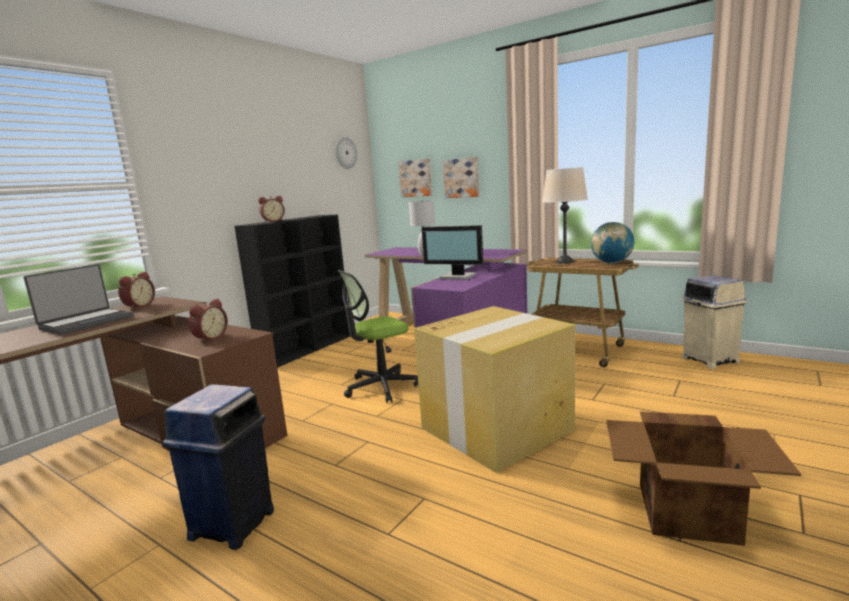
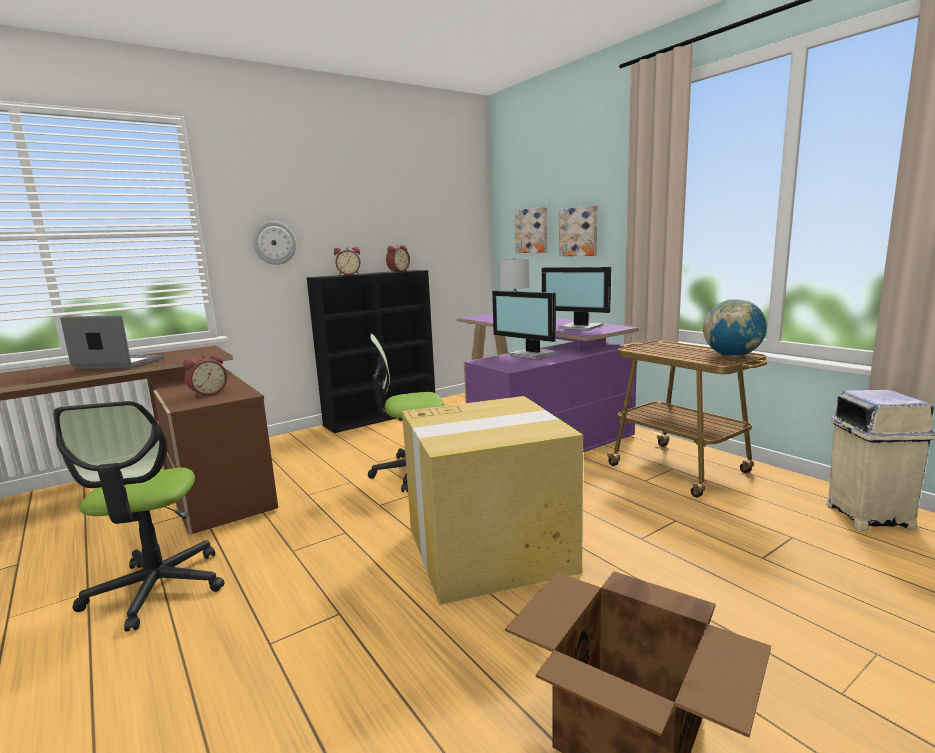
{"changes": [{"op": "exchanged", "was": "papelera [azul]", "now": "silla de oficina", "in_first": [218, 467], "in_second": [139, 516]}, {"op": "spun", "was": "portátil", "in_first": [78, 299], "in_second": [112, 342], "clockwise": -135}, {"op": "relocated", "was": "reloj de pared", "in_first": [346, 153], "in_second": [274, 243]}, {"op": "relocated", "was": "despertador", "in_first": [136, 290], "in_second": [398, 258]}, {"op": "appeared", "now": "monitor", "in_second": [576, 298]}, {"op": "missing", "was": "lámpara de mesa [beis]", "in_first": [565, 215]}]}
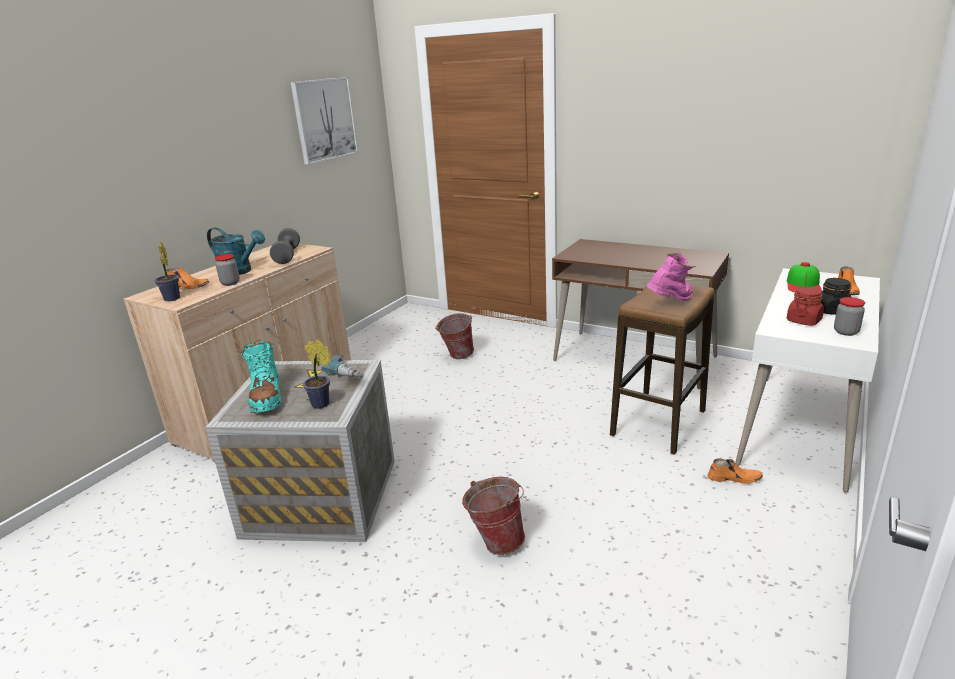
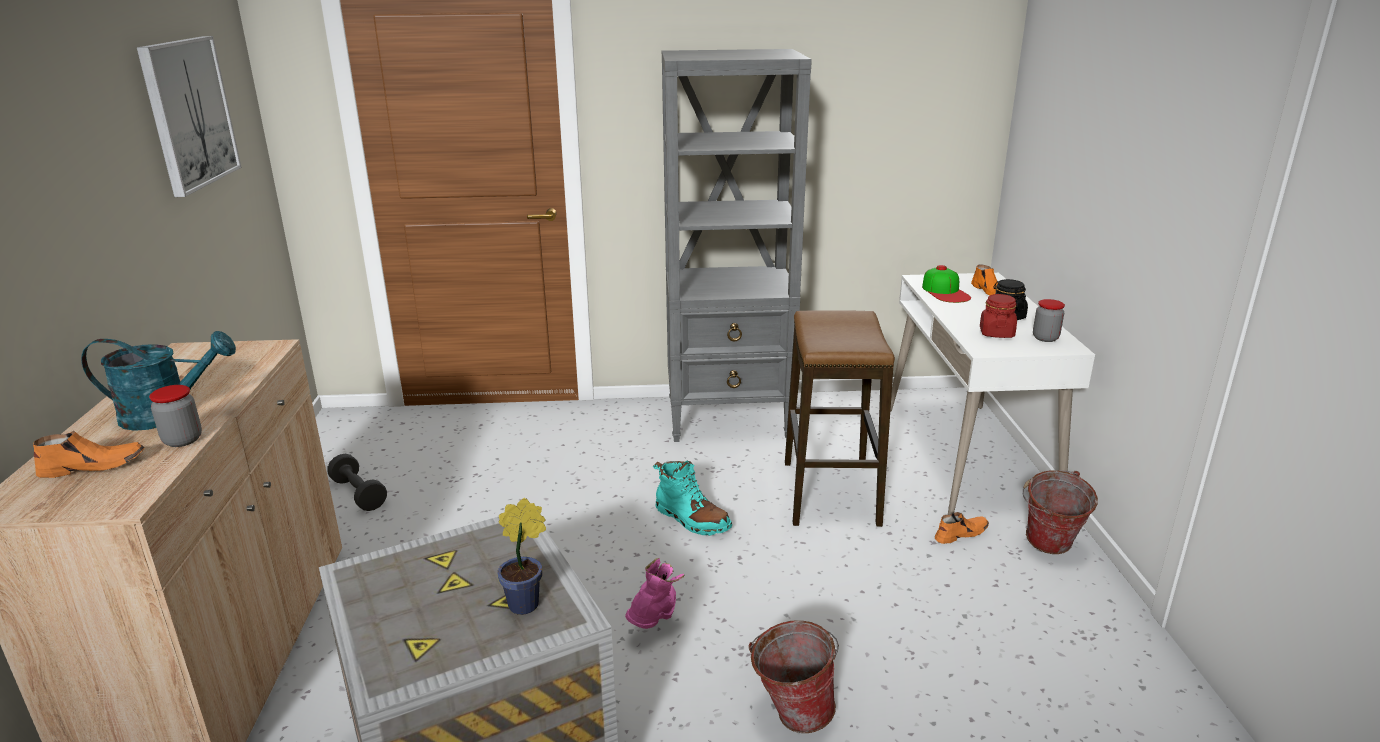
{"changes": [{"op": "relocated", "was": "mancuerna [gris]", "in_first": [285, 246], "in_second": [357, 482]}, {"op": "relocated", "was": "bota [rosa]", "in_first": [671, 277], "in_second": [654, 593]}, {"op": "relocated", "was": "bota [turquesa]", "in_first": [261, 376], "in_second": [692, 498]}, {"op": "exchanged", "was": "escritorio [marrón]", "now": "estantería [gris]", "in_first": [640, 314], "in_second": [737, 245]}, {"op": "relocated", "was": "cubo", "in_first": [454, 336], "in_second": [1060, 512]}, {"op": "missing", "was": "planta en maceta", "in_first": [167, 271]}, {"op": "missing", "was": "taladro", "in_first": [342, 366]}]}
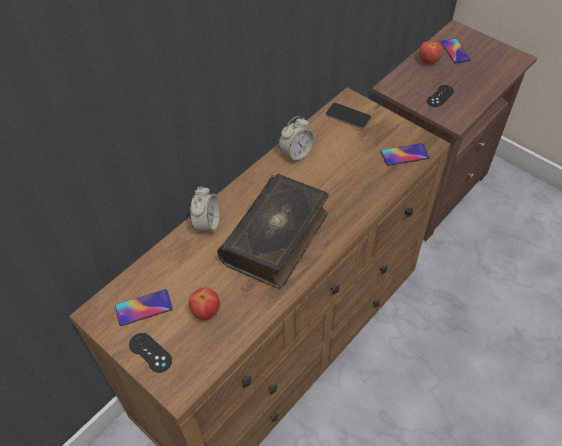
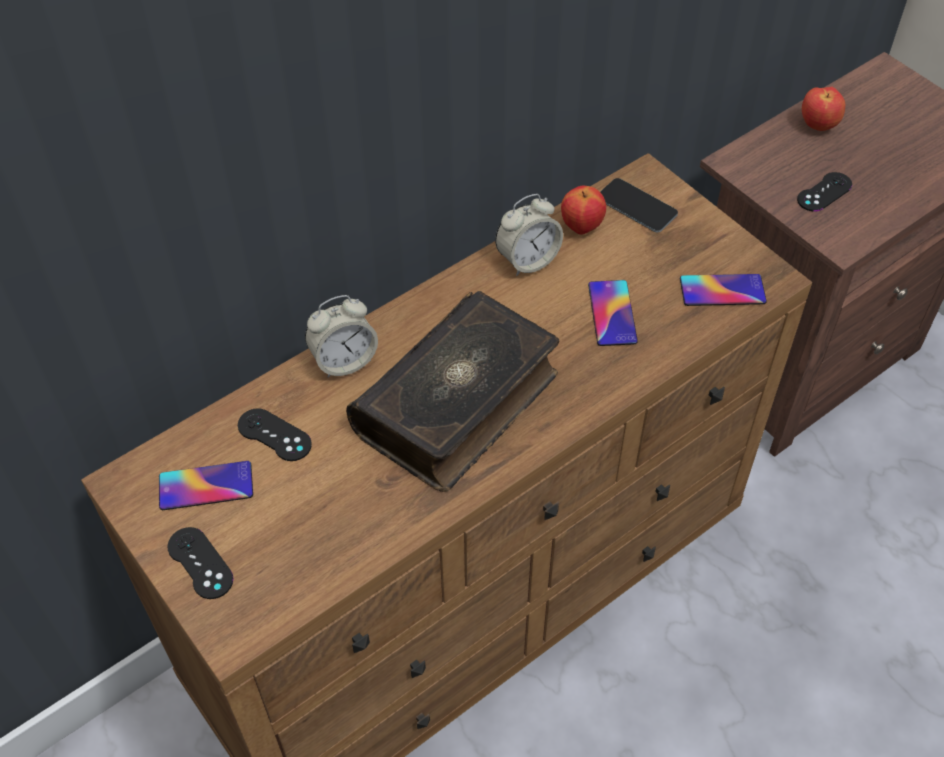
{"changes": [{"op": "appeared", "now": "mando de consola [negro]", "in_second": [275, 434]}, {"op": "spun", "was": "despertador", "in_first": [205, 210], "in_second": [341, 336], "clockwise": 45}, {"op": "relocated", "was": "manzana", "in_first": [204, 304], "in_second": [583, 210]}, {"op": "relocated", "was": "móvil", "in_first": [455, 51], "in_second": [613, 313]}]}
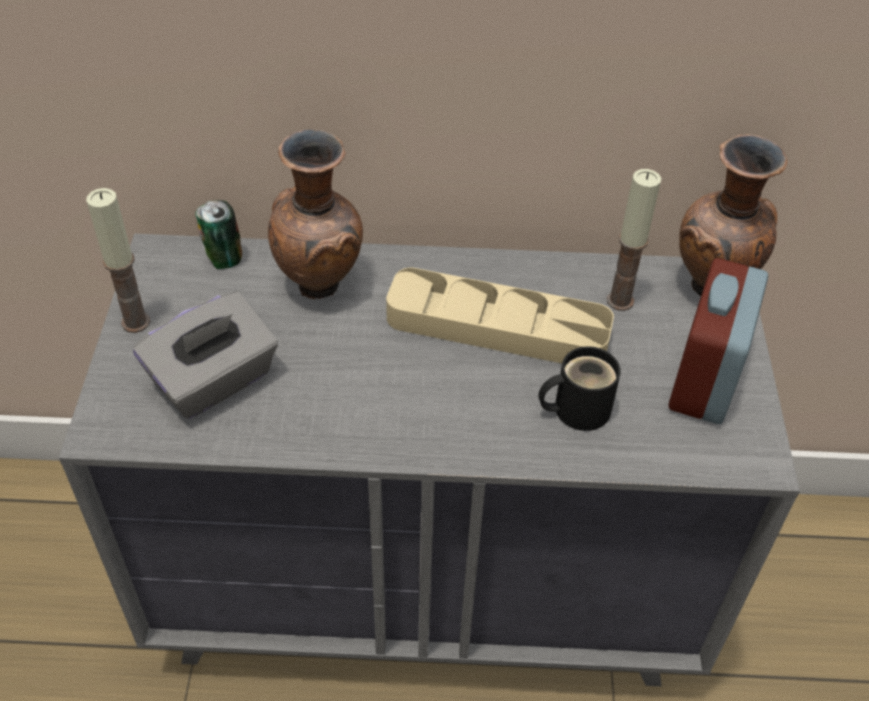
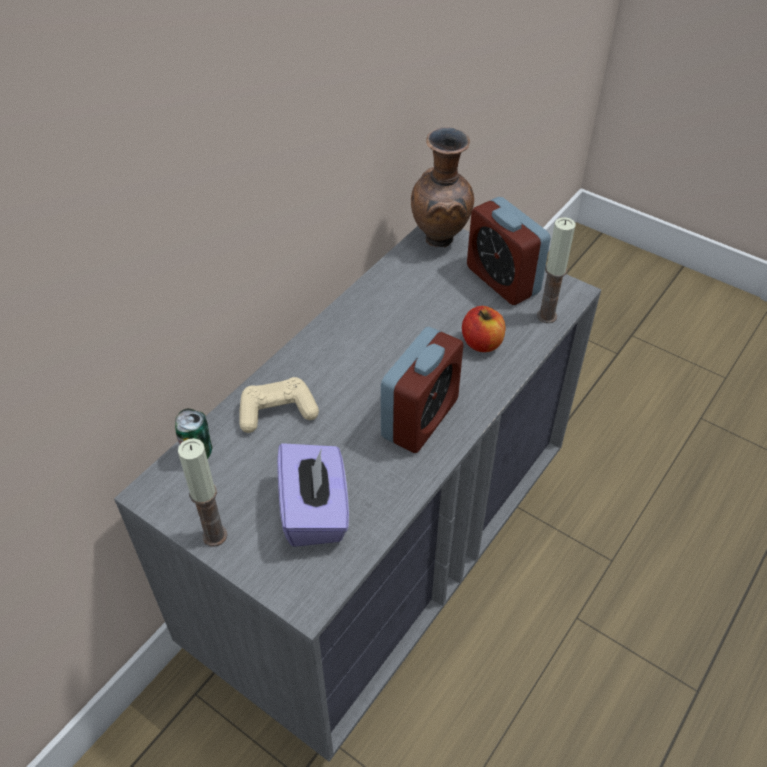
{"changes": [{"op": "exchanged", "was": "florero [marrón]", "now": "mando de consola [beis]", "in_first": [315, 214], "in_second": [279, 405]}, {"op": "colour", "was": "caja de pañuelos [gris]", "now": "caja de pañuelos [morado]", "in_first": [205, 355], "in_second": [313, 495]}, {"op": "appeared", "now": "despertador", "in_second": [422, 390]}, {"op": "exchanged", "was": "taza grande [negro]", "now": "manzana", "in_first": [579, 388], "in_second": [484, 329]}, {"op": "relocated", "was": "vela", "in_first": [634, 240], "in_second": [556, 270]}, {"op": "missing", "was": "bandeja [beis]", "in_first": [500, 315]}]}
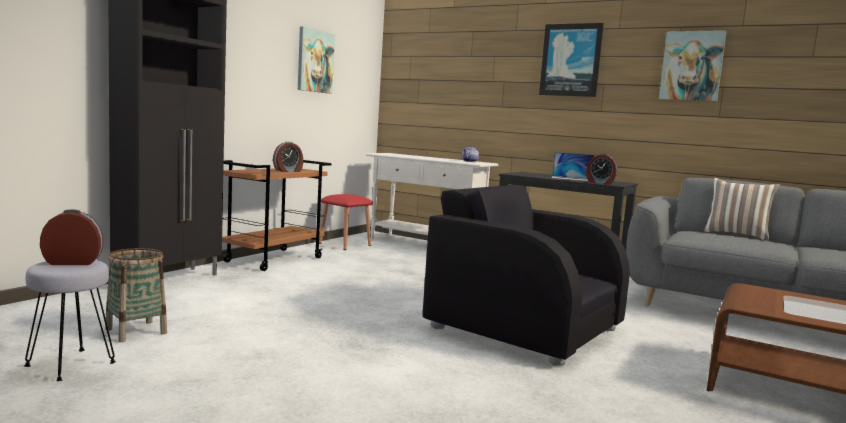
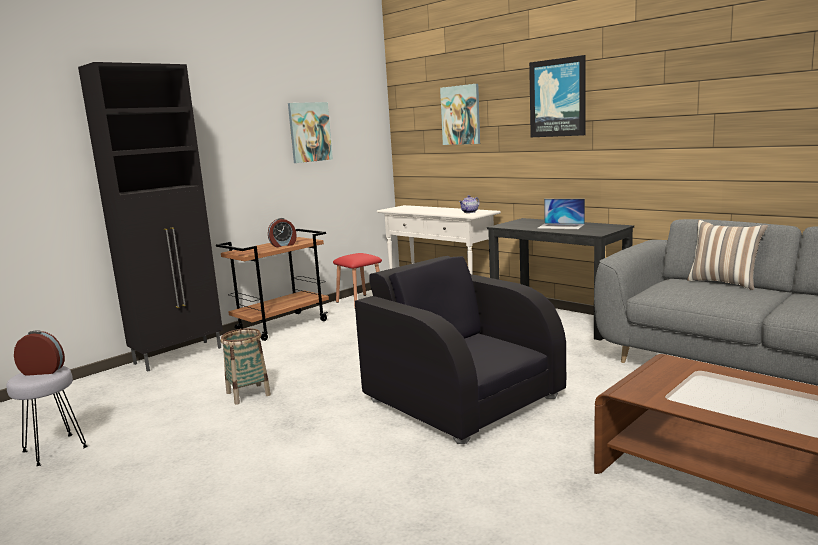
{"changes": [{"op": "relocated", "was": "cesta", "in_first": [136, 295], "in_second": [246, 366]}, {"op": "relocated", "was": "cuadro", "in_first": [693, 65], "in_second": [460, 114]}, {"op": "missing", "was": "despertador", "in_first": [602, 169]}]}
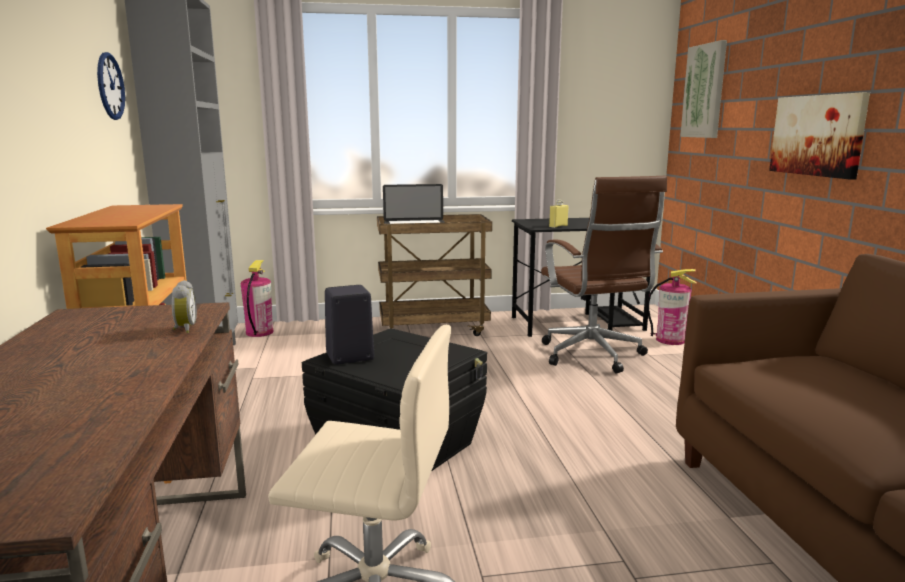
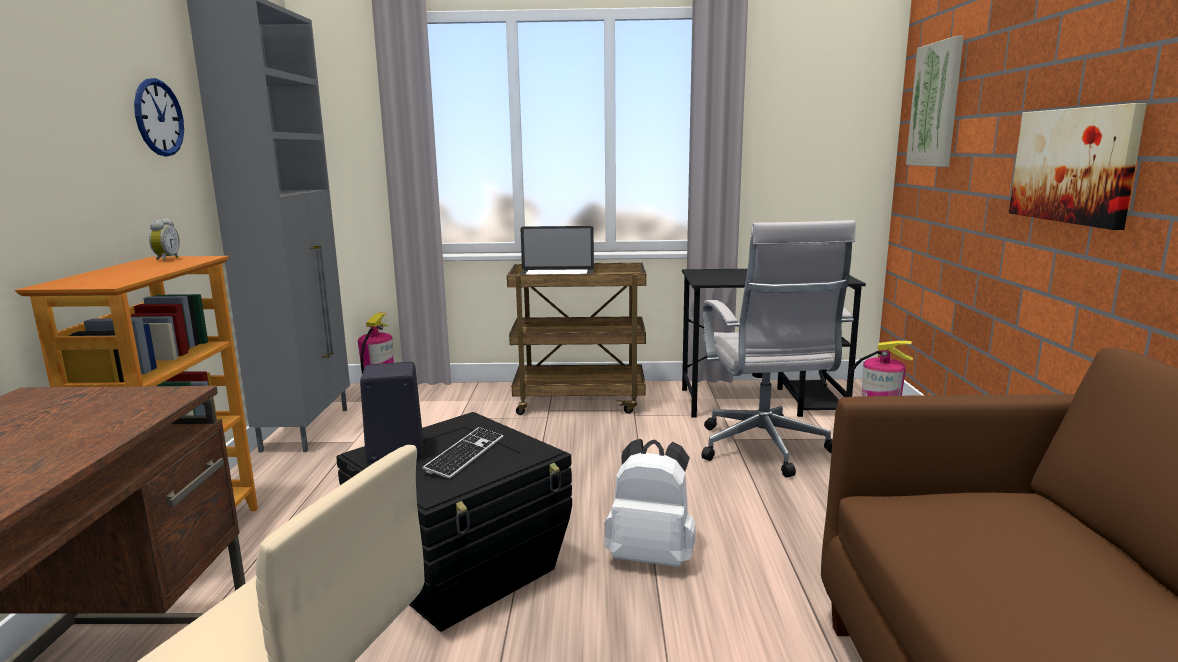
{"changes": [{"op": "relocated", "was": "despertador", "in_first": [184, 306], "in_second": [164, 240]}, {"op": "appeared", "now": "teclado", "in_second": [462, 453]}, {"op": "appeared", "now": "mochila [blanco]", "in_second": [649, 503]}, {"op": "colour", "was": "silla de oficina [marrón]", "now": "silla de oficina [blanco]", "in_first": [604, 275], "in_second": [778, 349]}, {"op": "missing", "was": "botella [amarillo]", "in_first": [558, 214]}]}
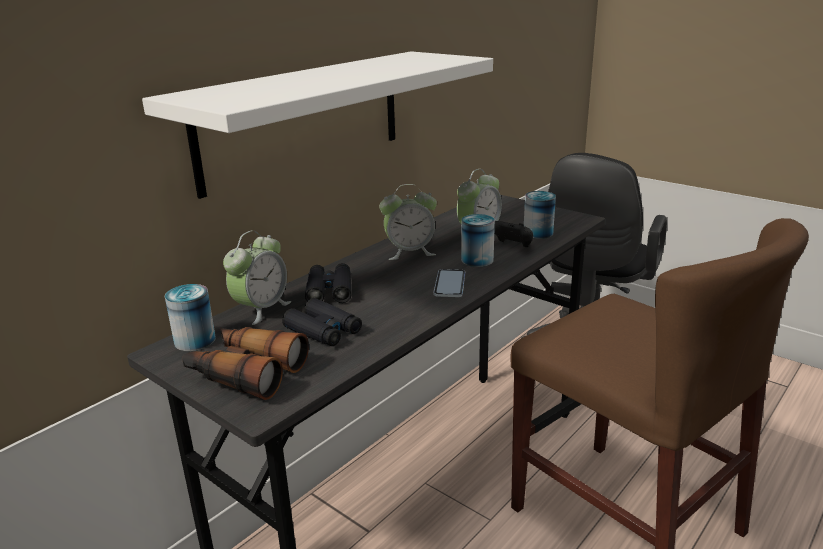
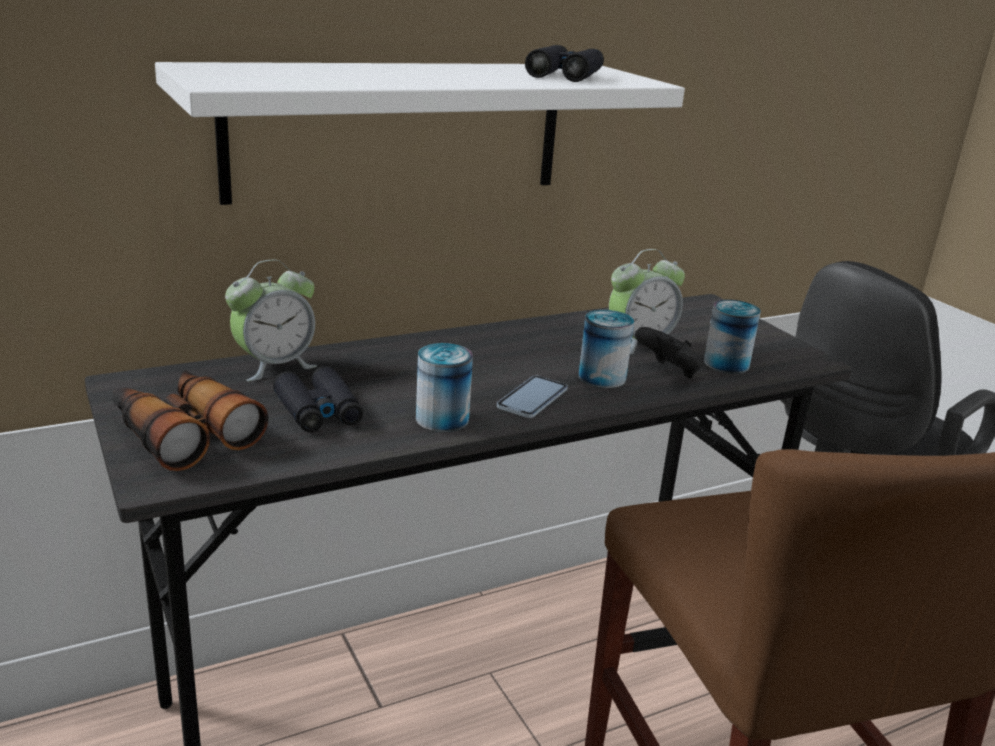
{"changes": [{"op": "relocated", "was": "lata", "in_first": [190, 317], "in_second": [444, 387]}, {"op": "relocated", "was": "prismáticos [negro]", "in_first": [328, 283], "in_second": [564, 63]}, {"op": "missing", "was": "despertador", "in_first": [408, 222]}]}
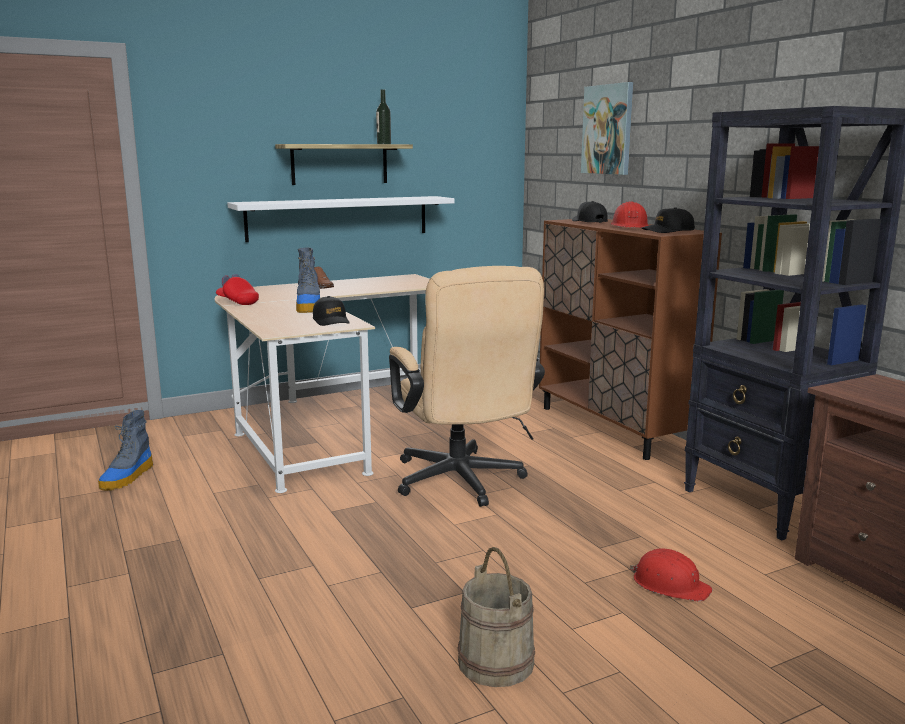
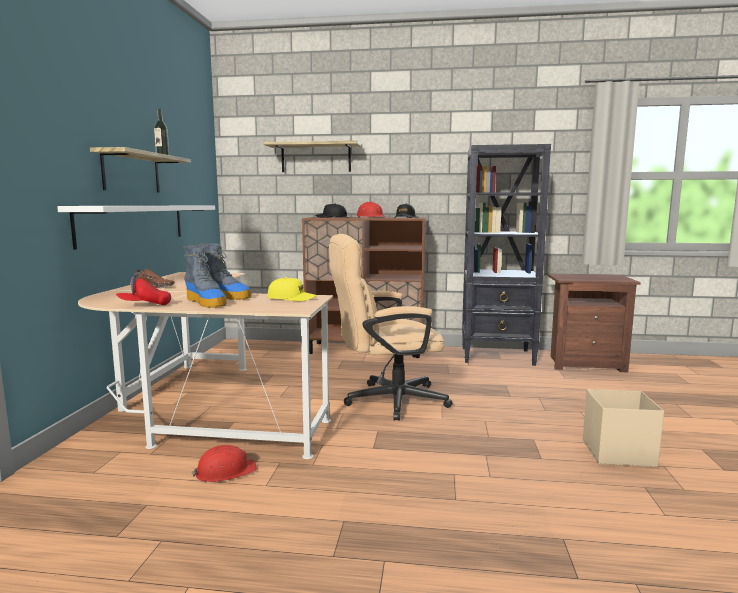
{"changes": [{"op": "relocated", "was": "bota", "in_first": [125, 450], "in_second": [205, 276]}, {"op": "relocated", "was": "casco [rojo]", "in_first": [671, 575], "in_second": [224, 463]}, {"op": "exchanged", "was": "cuadro", "now": "estante", "in_first": [607, 128], "in_second": [312, 156]}, {"op": "colour", "was": "gorra [negro]", "now": "gorra [amarillo]", "in_first": [331, 311], "in_second": [292, 289]}, {"op": "spun", "was": "silla de oficina [beis]", "in_first": [467, 386], "in_second": [391, 327], "clockwise": 150}, {"op": "exchanged", "was": "cubo [beis]", "now": "caja de almacenaje [beis]", "in_first": [496, 617], "in_second": [623, 428]}]}
